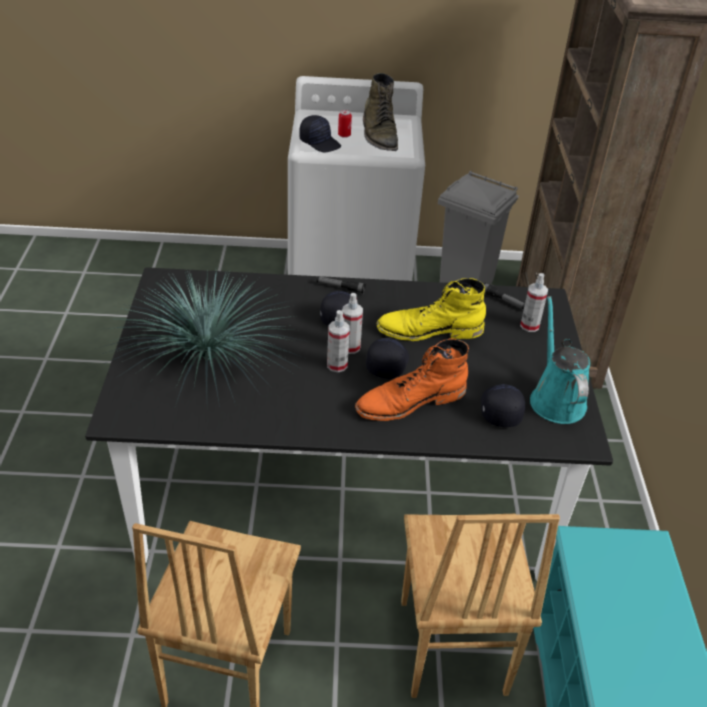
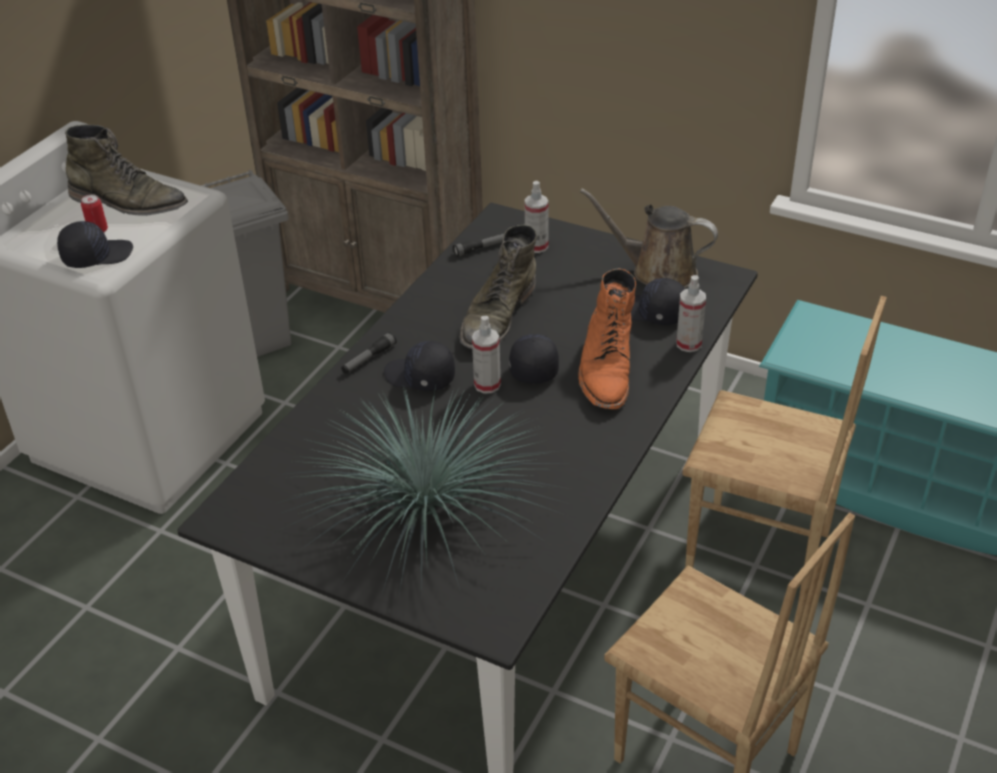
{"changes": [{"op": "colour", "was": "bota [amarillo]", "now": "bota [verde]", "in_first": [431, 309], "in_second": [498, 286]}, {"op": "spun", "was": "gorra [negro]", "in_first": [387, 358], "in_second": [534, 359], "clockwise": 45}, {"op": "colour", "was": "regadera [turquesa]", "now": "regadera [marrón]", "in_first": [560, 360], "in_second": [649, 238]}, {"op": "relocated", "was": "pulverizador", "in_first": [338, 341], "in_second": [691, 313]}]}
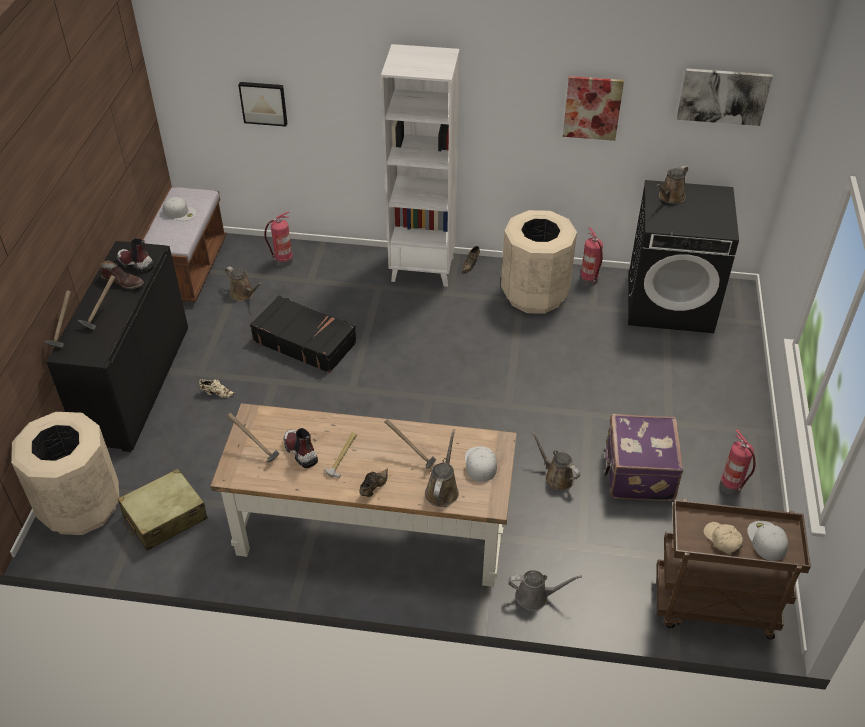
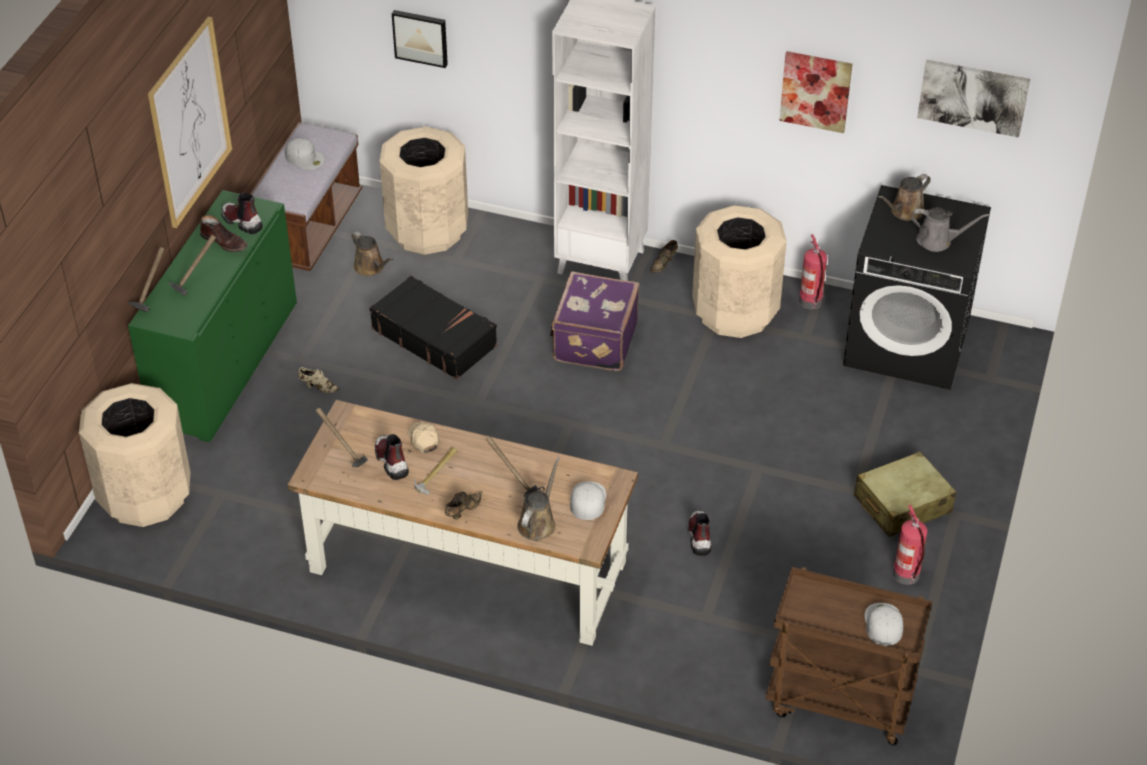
{"changes": [{"op": "colour", "was": "armario [negro]", "now": "armario [verde]", "in_first": [117, 346], "in_second": [212, 316]}, {"op": "appeared", "now": "cuadro", "in_second": [190, 122]}, {"op": "exchanged", "was": "extintor", "now": "papelera [beis]", "in_first": [278, 239], "in_second": [424, 191]}, {"op": "relocated", "was": "gorra [beis]", "in_first": [723, 538], "in_second": [423, 437]}, {"op": "relocated", "was": "maleta [morado]", "in_first": [643, 457], "in_second": [594, 321]}, {"op": "exchanged", "was": "regadera [marrón]", "now": "bota", "in_first": [555, 461], "in_second": [700, 533]}, {"op": "relocated", "was": "maleta [beis]", "in_first": [163, 509], "in_second": [905, 494]}, {"op": "relocated", "was": "regadera [gris]", "in_first": [545, 590], "in_second": [950, 229]}]}
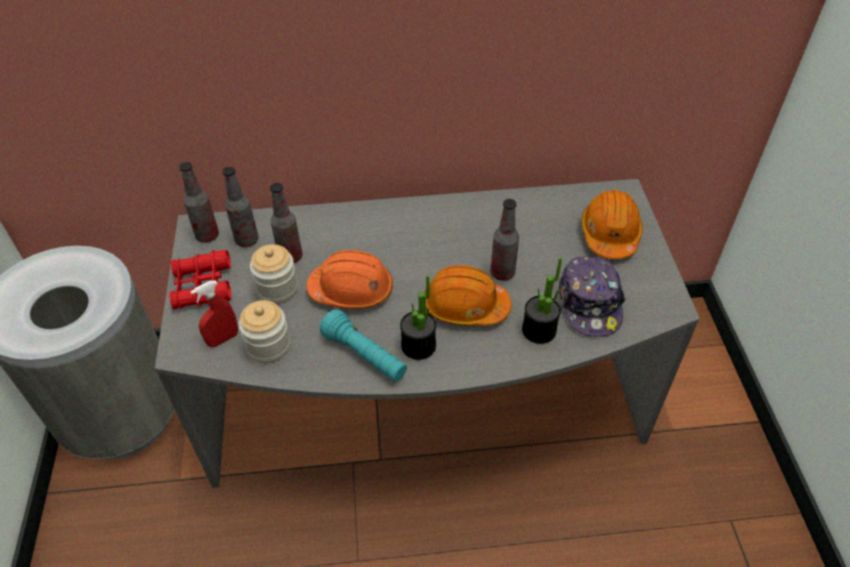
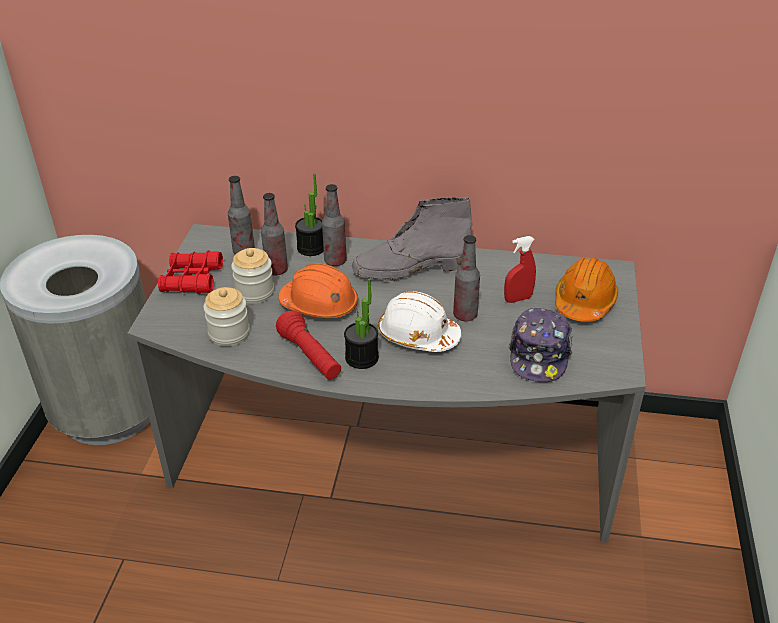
{"changes": [{"op": "colour", "was": "linterna [turquesa]", "now": "linterna [rojo]", "in_first": [363, 345], "in_second": [308, 345]}, {"op": "relocated", "was": "planta en maceta", "in_first": [542, 300], "in_second": [309, 215]}, {"op": "relocated", "was": "botella", "in_first": [199, 202], "in_second": [334, 225]}, {"op": "appeared", "now": "bota [gris]", "in_second": [412, 239]}, {"op": "colour", "was": "casco [naranja]", "now": "casco [blanco]", "in_first": [468, 295], "in_second": [419, 321]}, {"op": "relocated", "was": "pulverizador [rojo]", "in_first": [214, 313], "in_second": [520, 269]}]}
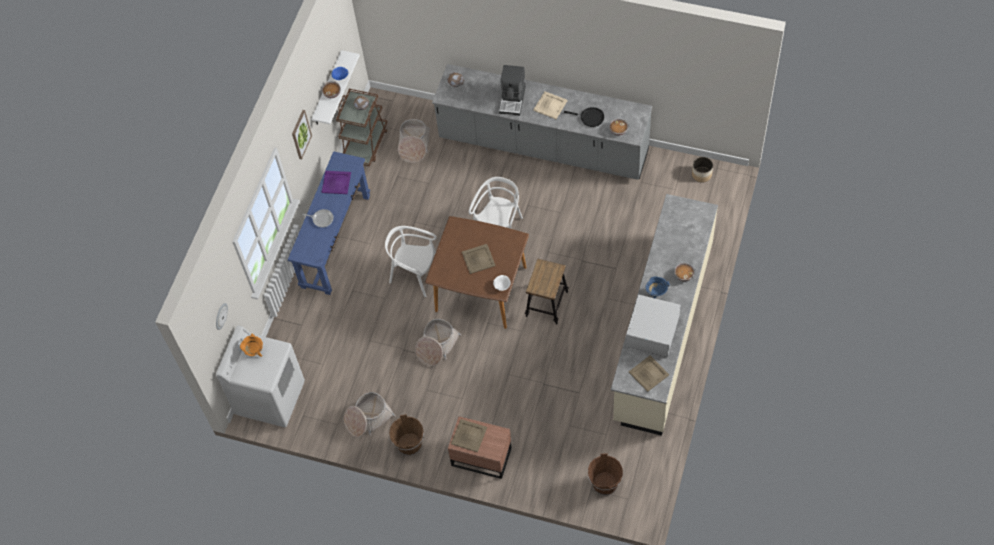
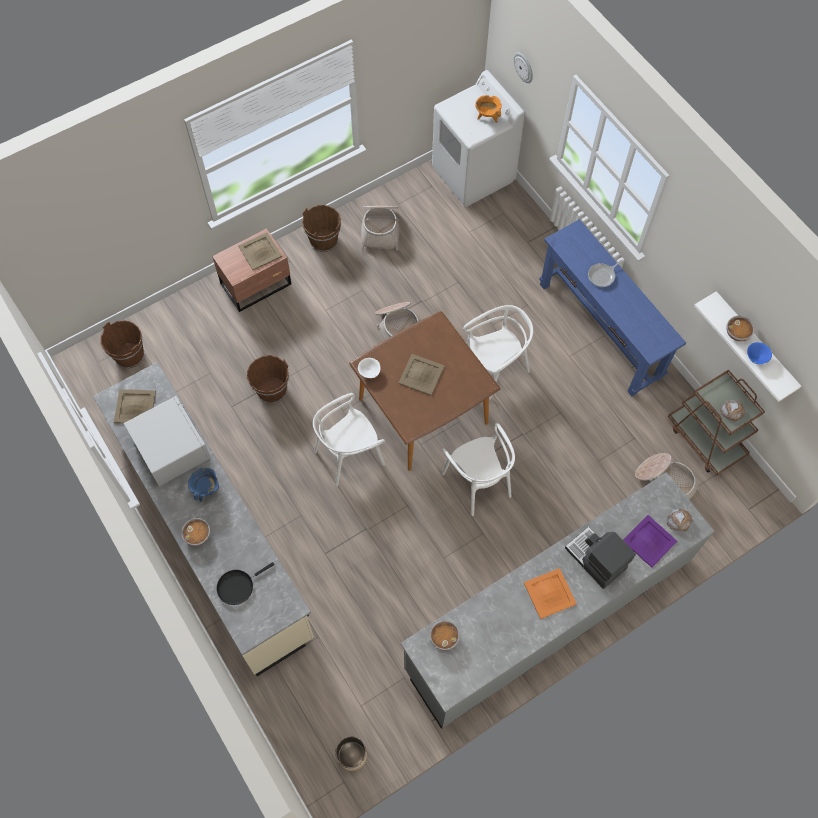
{"changes": [{"op": "relocated", "was": "sartén [negro]", "in_first": [584, 117], "in_second": [246, 583]}, {"op": "appeared", "now": "cubo [marrón]", "in_second": [268, 379]}, {"op": "exchanged", "was": "taburete", "now": "silla [blanco]", "in_first": [547, 291], "in_second": [349, 439]}, {"op": "colour", "was": "bandeja [beis]", "now": "bandeja [naranja]", "in_first": [550, 105], "in_second": [550, 593]}, {"op": "relocated", "was": "bandeja [morado]", "in_first": [336, 182], "in_second": [650, 541]}, {"op": "missing", "was": "cuadro", "in_first": [302, 134]}]}
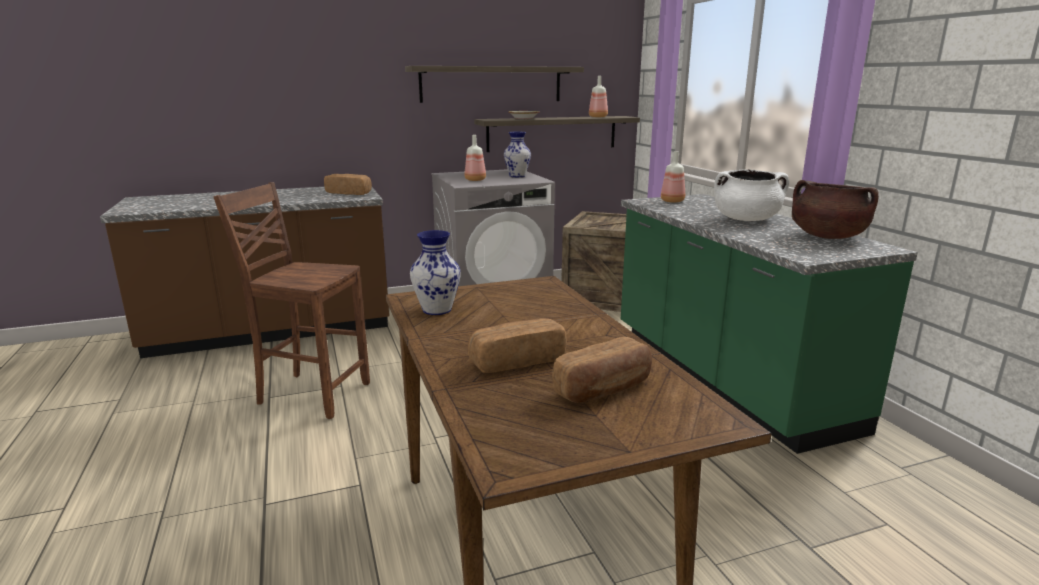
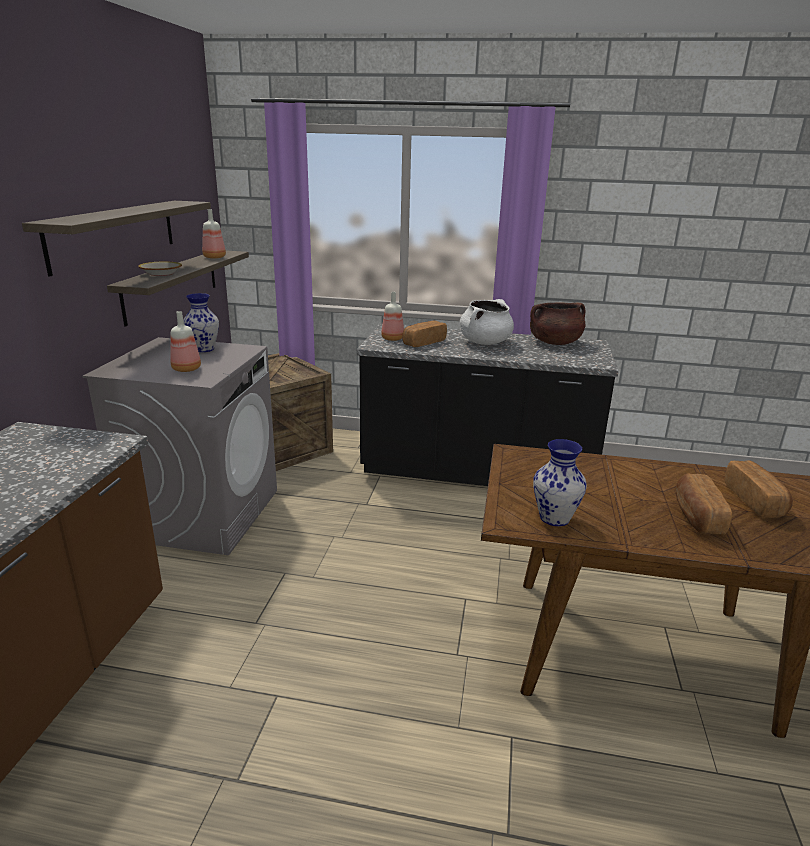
{"changes": [{"op": "colour", "was": "mueble bajo de cocina [verde]", "now": "mueble bajo de cocina [negro]", "in_first": [769, 324], "in_second": [488, 405]}, {"op": "relocated", "was": "pan", "in_first": [348, 184], "in_second": [424, 334]}, {"op": "missing", "was": "silla [marrón]", "in_first": [291, 300]}]}
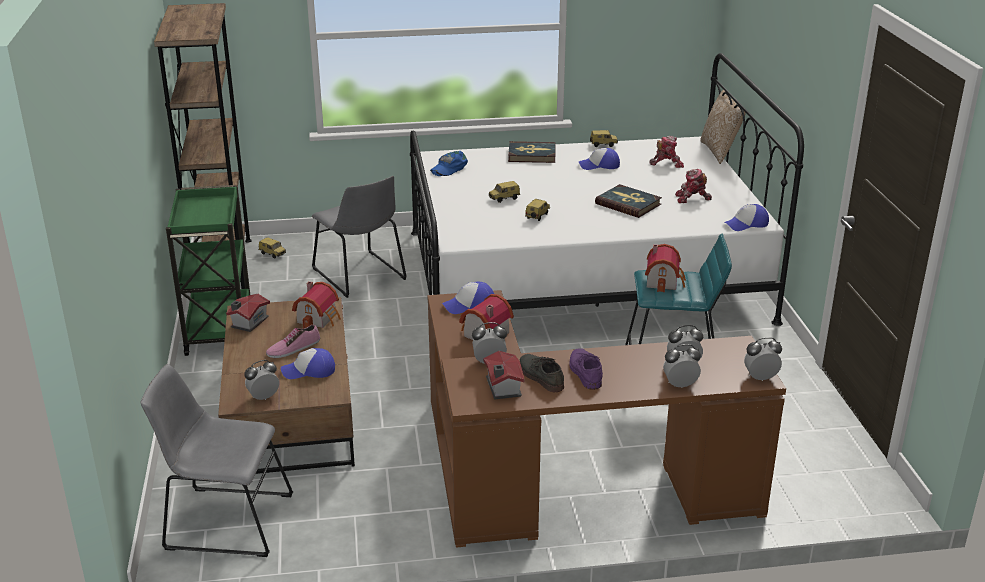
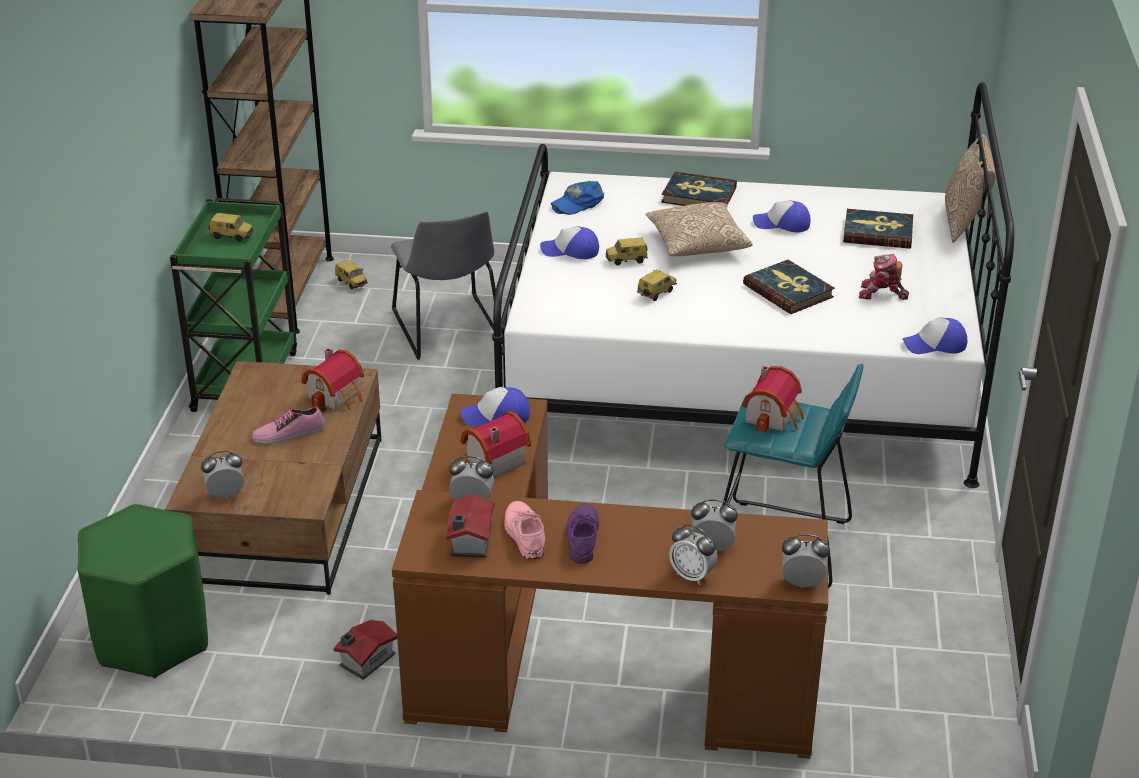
{"changes": [{"op": "exchanged", "was": "silla [gris]", "now": "taburete [verde]", "in_first": [217, 460], "in_second": [143, 591]}, {"op": "relocated", "was": "coche de juguete", "in_first": [604, 138], "in_second": [231, 227]}, {"op": "relocated", "was": "casita", "in_first": [248, 313], "in_second": [365, 650]}, {"op": "colour", "was": "zapato [gris]", "now": "zapato [rosa]", "in_first": [541, 373], "in_second": [524, 530]}, {"op": "relocated", "was": "gorra", "in_first": [308, 363], "in_second": [569, 242]}, {"op": "appeared", "now": "cojín", "in_second": [699, 229]}, {"op": "spun", "was": "despertador", "in_first": [682, 366], "in_second": [693, 554], "clockwise": -150}, {"op": "exchanged", "was": "robot de juguete", "now": "libro", "in_first": [666, 152], "in_second": [878, 229]}]}
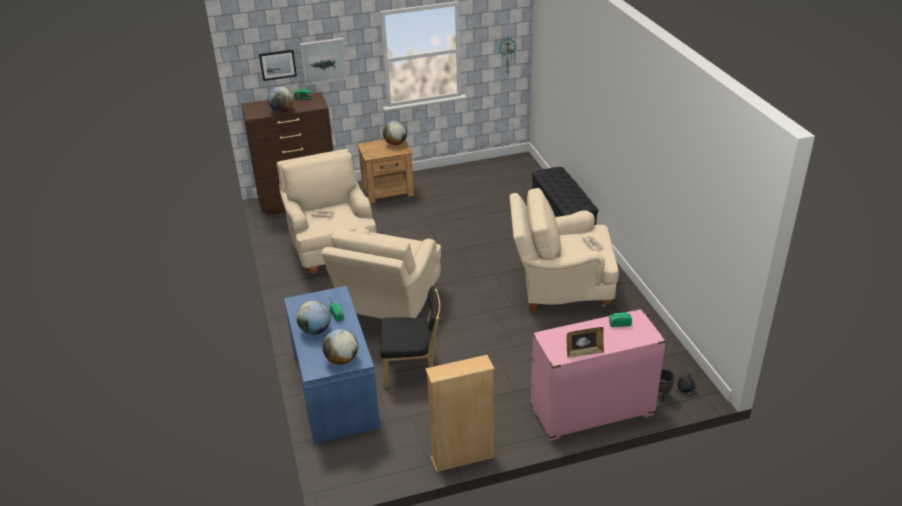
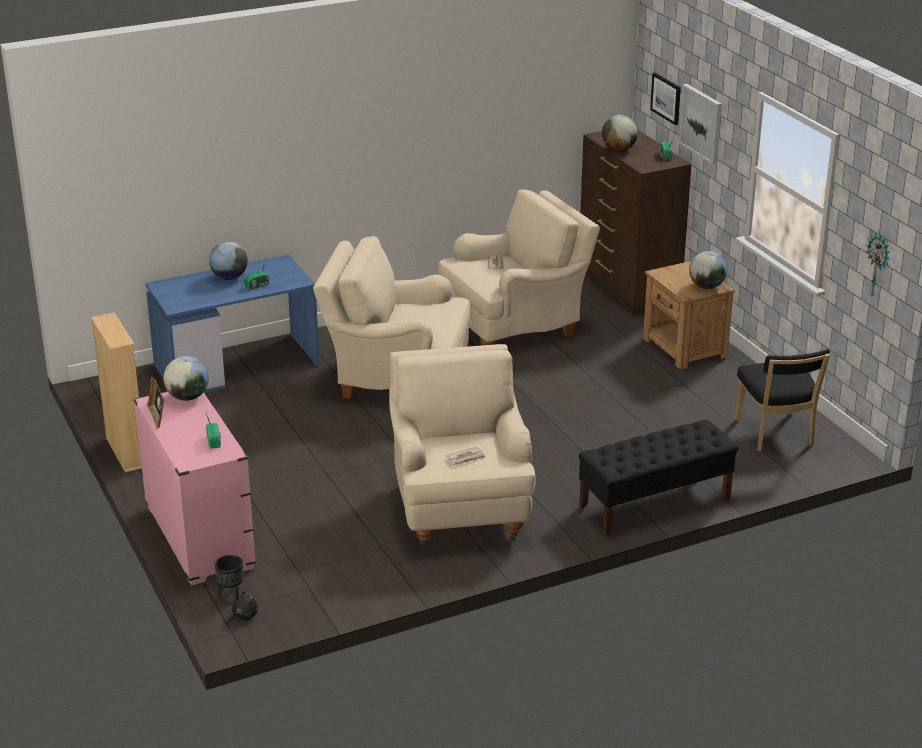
{"changes": [{"op": "relocated", "was": "globo terráqueo", "in_first": [340, 347], "in_second": [186, 378]}, {"op": "relocated", "was": "silla [negro]", "in_first": [410, 337], "in_second": [782, 400]}]}
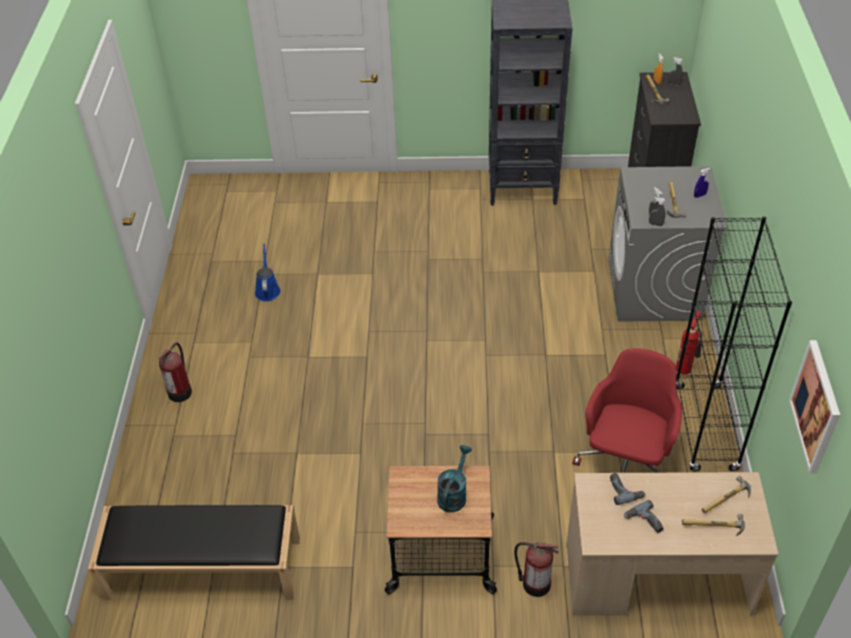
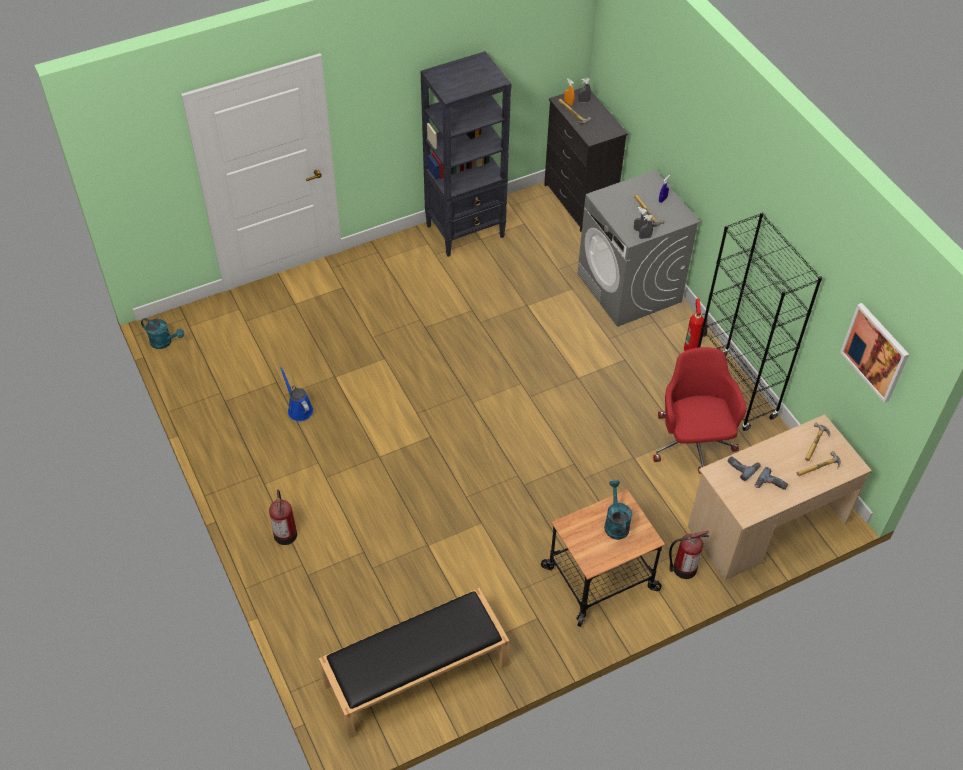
{"changes": [{"op": "appeared", "now": "regadera [turquesa]", "in_second": [162, 333]}]}
